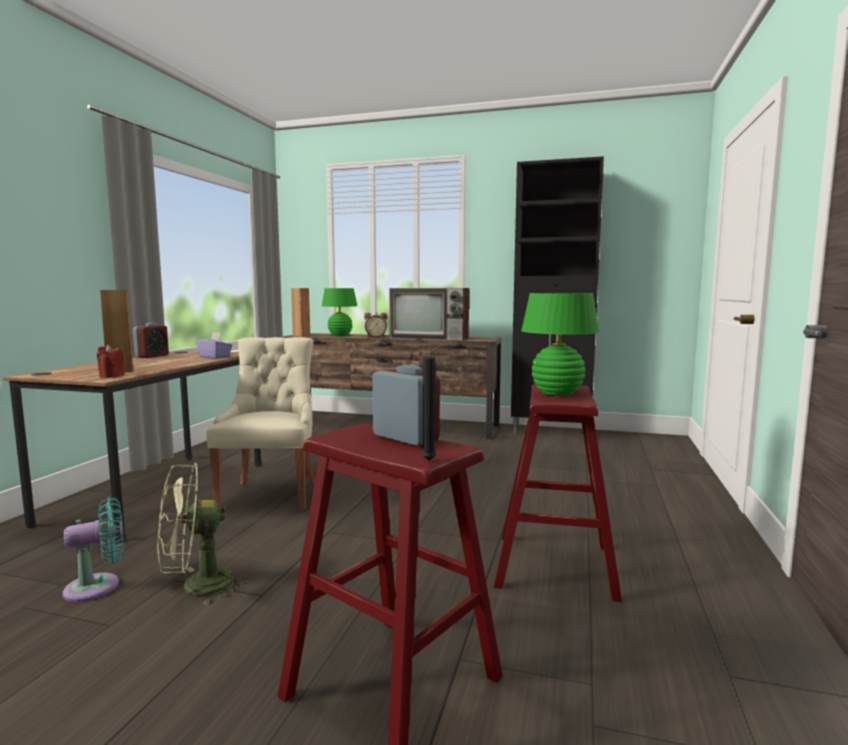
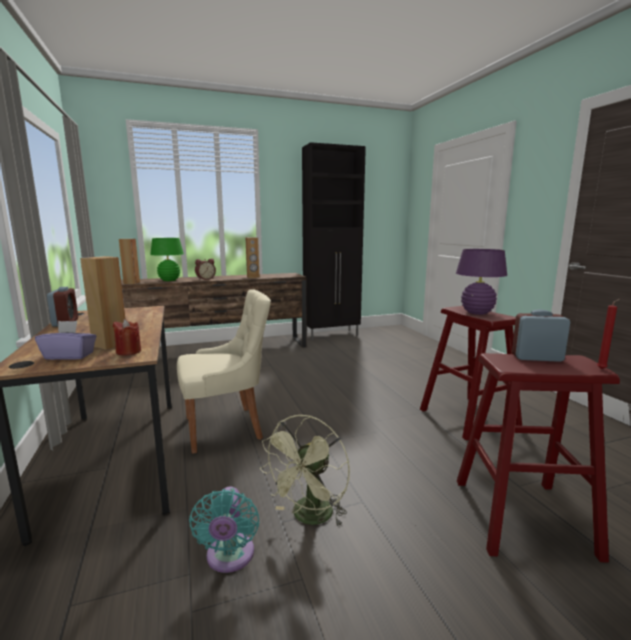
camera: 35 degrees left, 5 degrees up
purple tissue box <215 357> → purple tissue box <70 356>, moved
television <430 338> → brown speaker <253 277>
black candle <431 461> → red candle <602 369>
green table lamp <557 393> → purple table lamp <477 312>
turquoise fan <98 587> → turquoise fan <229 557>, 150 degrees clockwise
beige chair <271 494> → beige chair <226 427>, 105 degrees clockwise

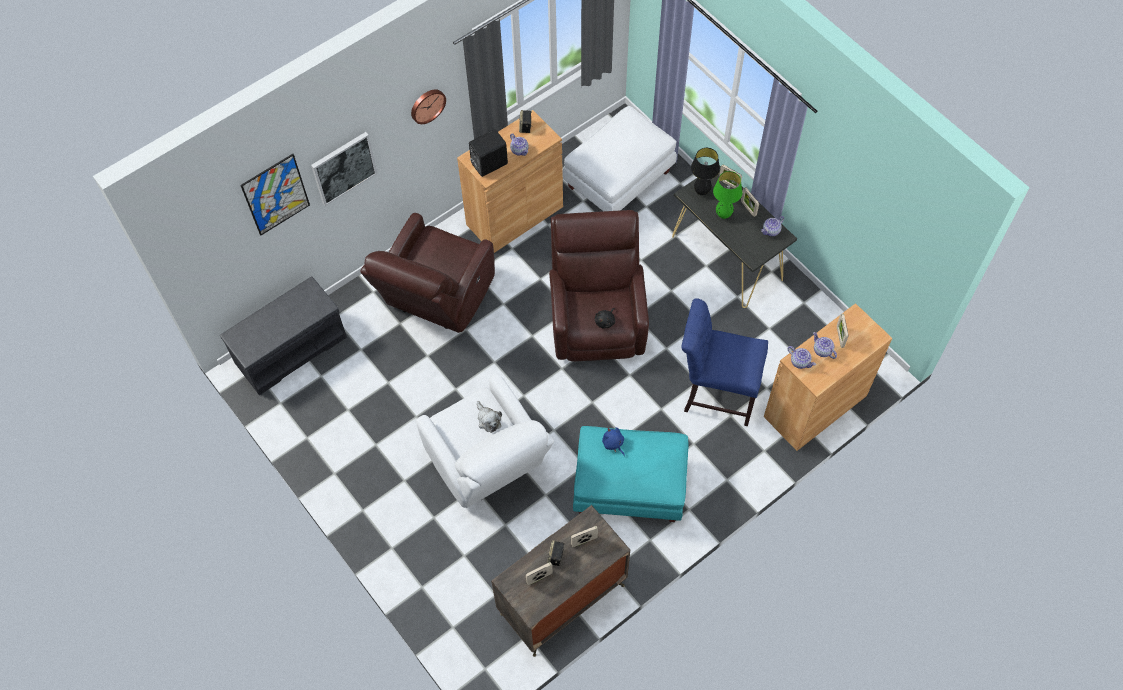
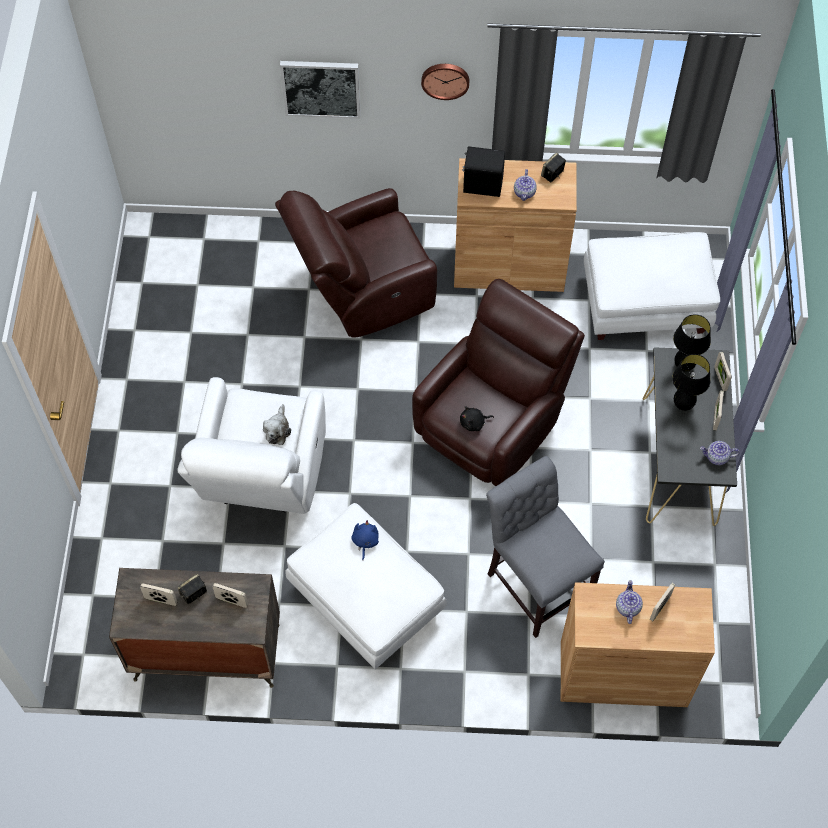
camera: 40 degrees right, 0 degrees up
grey bench <291 348> → -
picture <276 195> → -
teapot <800 361> → -
turquoise ottoman <628 487> → white ottoman <365 601>
blue chair <716 393> → grey chair <536 581>
green table lamp <723 215> → black table lamp <682 405>

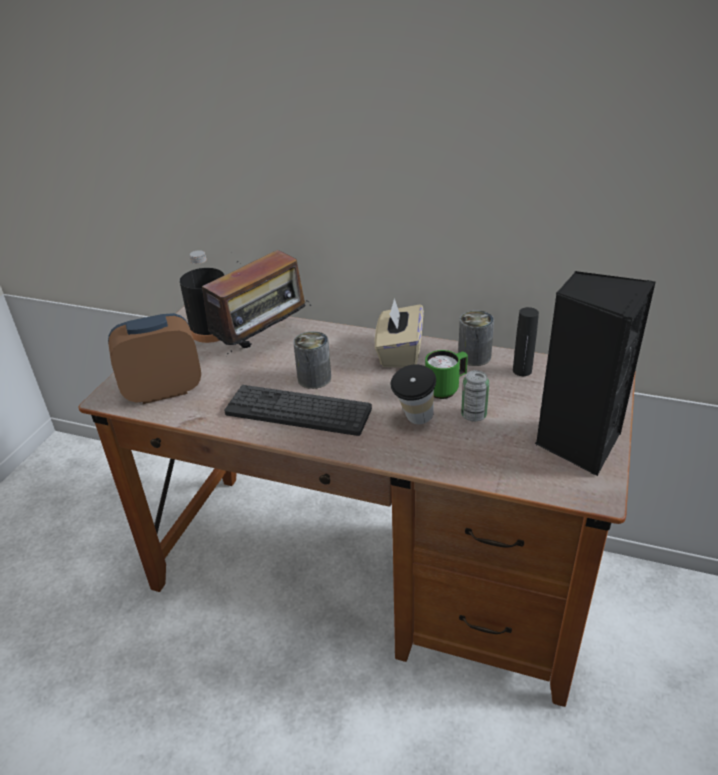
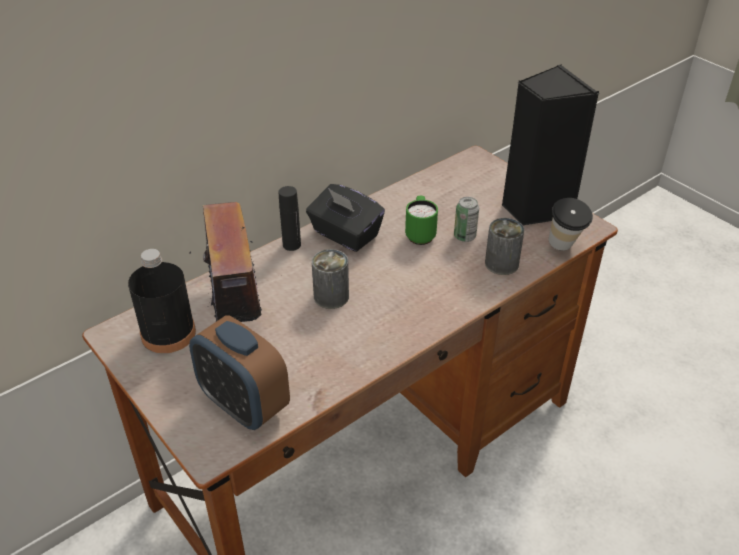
camera: 60 degrees left, 5 degrees up
keyboard <298 411> → -
cup <414 421> → cup <564 248>, moved
can <474 356> → can <501 263>, moved
black bottle <522 371> → black bottle <291 245>, moved
beige tissue box <399 353> → black tissue box <345 234>
alarm clock <163 391> → alarm clock <244 405>, 60 degrees counterclockwise

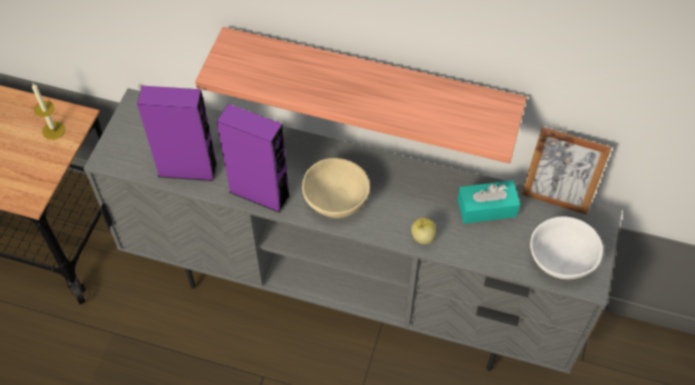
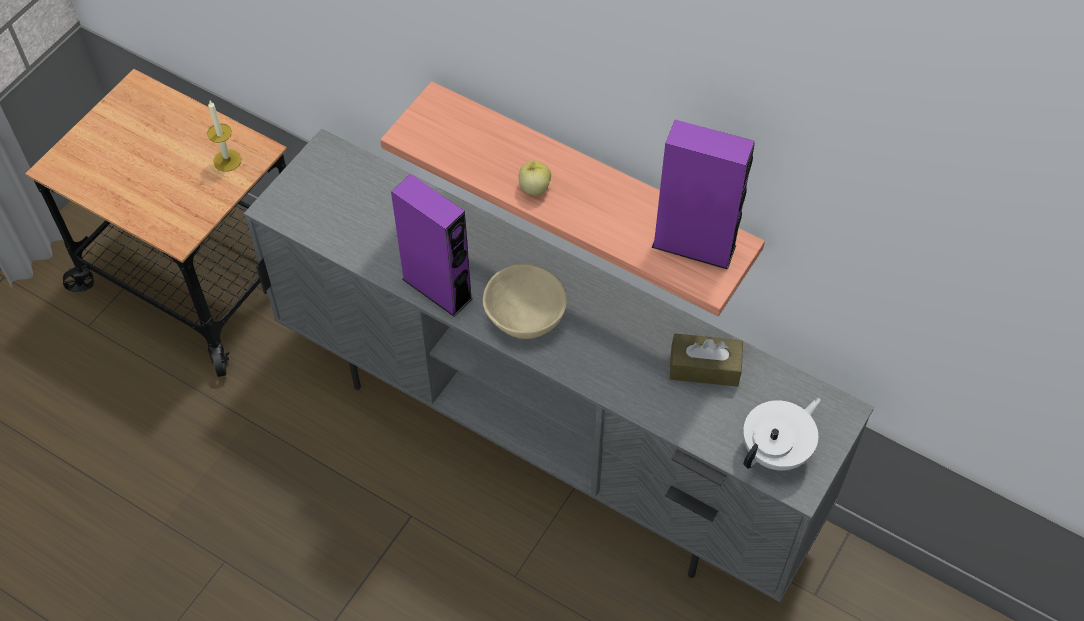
camera: 15 degrees right, 0 degrees up
picture frame <556 196> → -
purple speaker <187 169> → purple speaker <694 246>, moved
apple <422 237> → apple <534 187>, moved
white bowl <562 259> → white teapot <776 451>
turquoise tissue box <486 208> → brown tissue box <704 367>

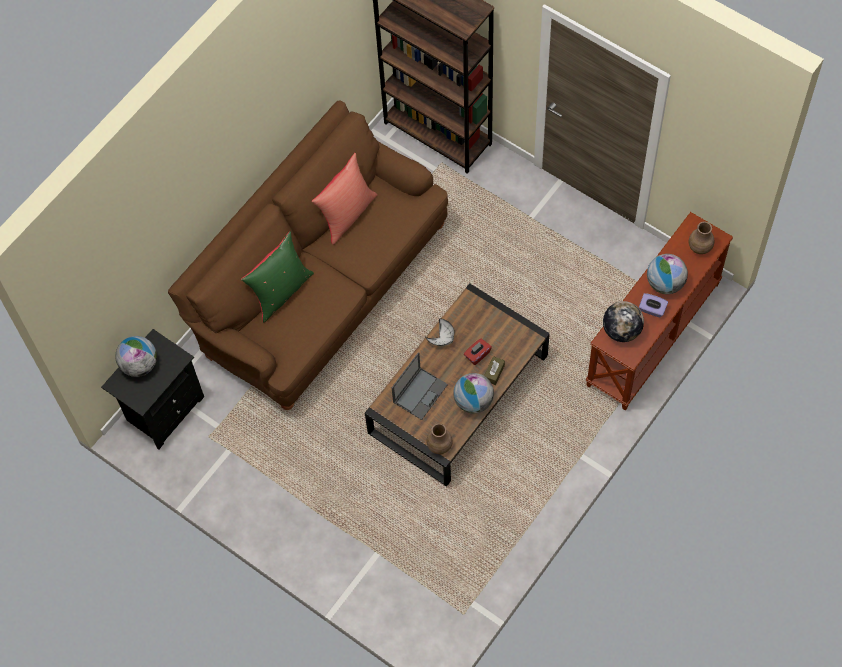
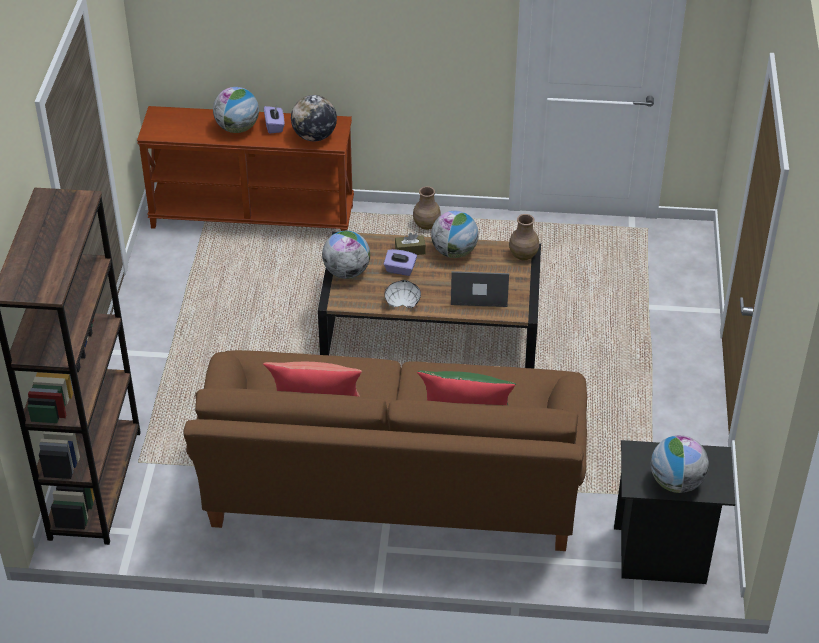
camera: 125 degrees left, 20 degrees down
- → globe <346 272>
brown vase <700 248> → brown vase <427 225>, moved
red tissue box <477 355> → purple tissue box <400 270>

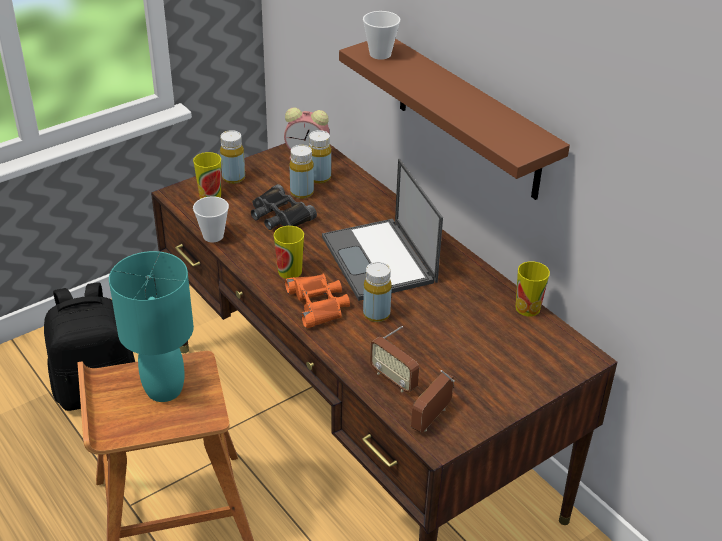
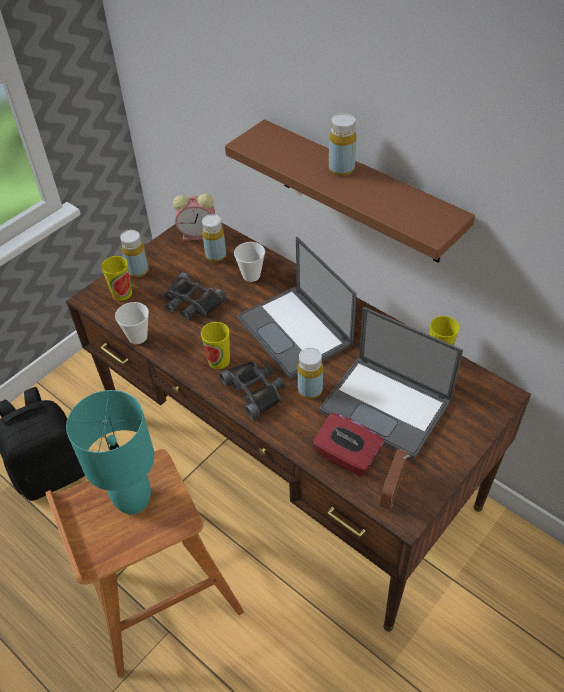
camera: 10 degrees left, 10 degrees up
- → laptop <387 406>
yellow bottle <302 193> → yellow bottle <341 169>, moved
cup <380 54> → cup <251 275>, moved
radio <393 379> → red tissue box <346 456>
orange binoculars <318 304> → black binoculars <255 390>

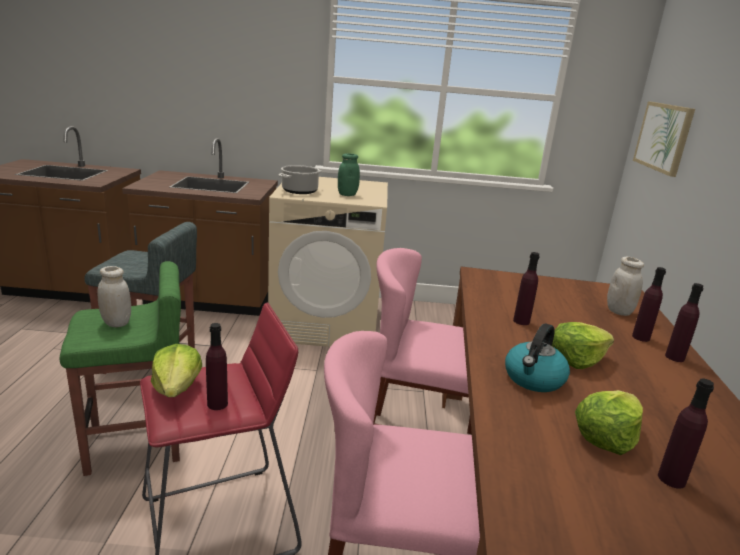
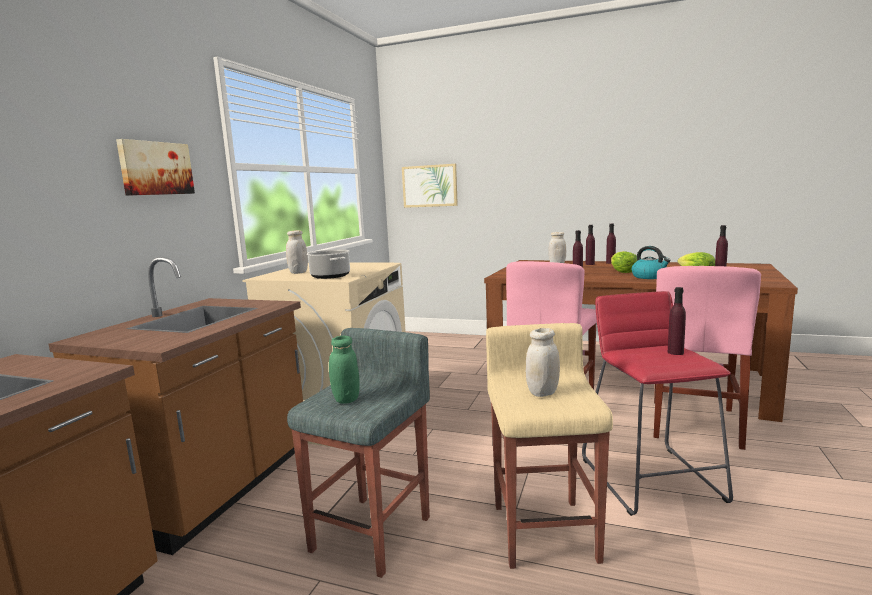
camera: 70 degrees left, 10 degrees down
lettuce <177 388> → -
- → picture <155 168>
- → white jar <298 272>
green jar <347 194> → green jar <346 399>, moved
green stool <136 443> → beige stool <544 530>

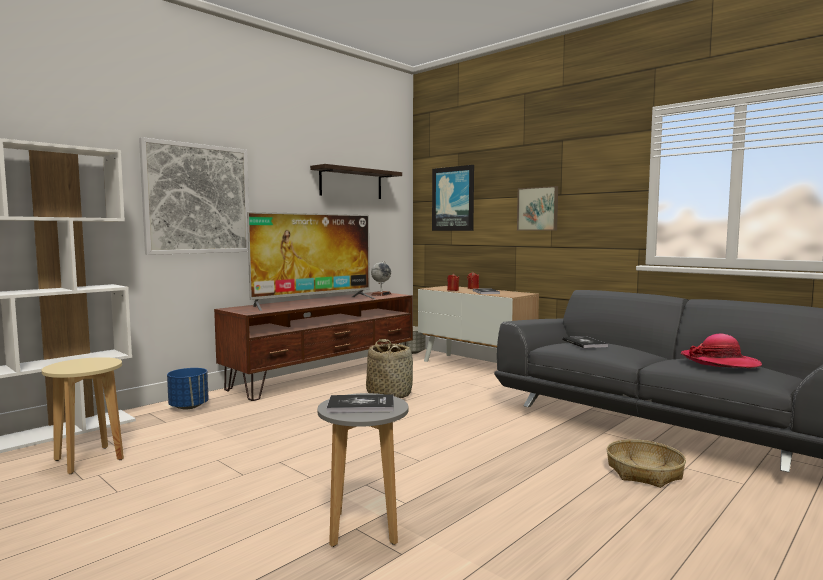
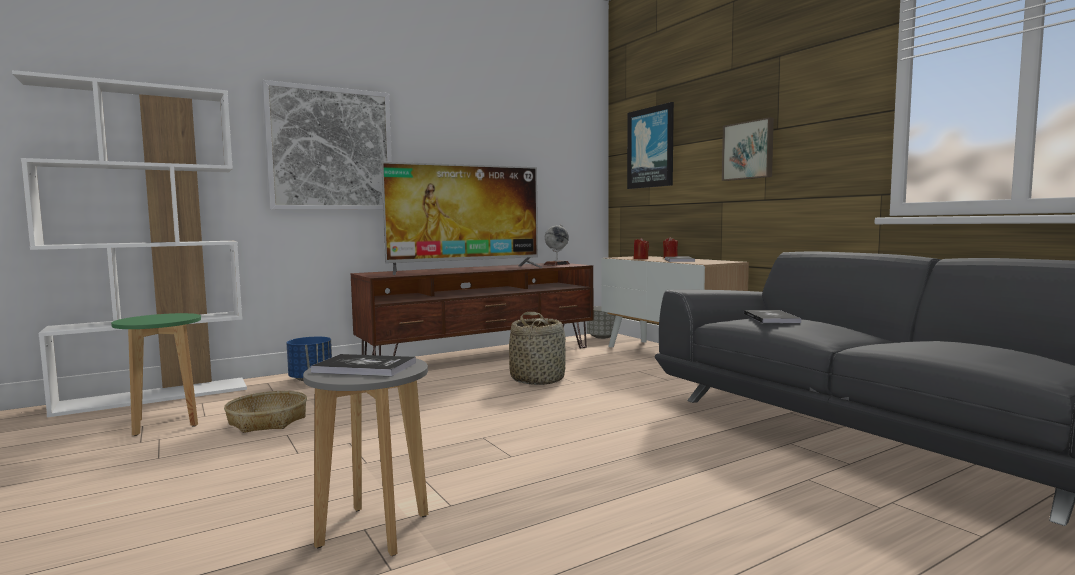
camera: 15 degrees right, 0 degrees up
shelf <351 183> → -
hat <720 362> → -
basket <644 472> → basket <267 421>, moved
beige stool <89 460> → green stool <166 423>

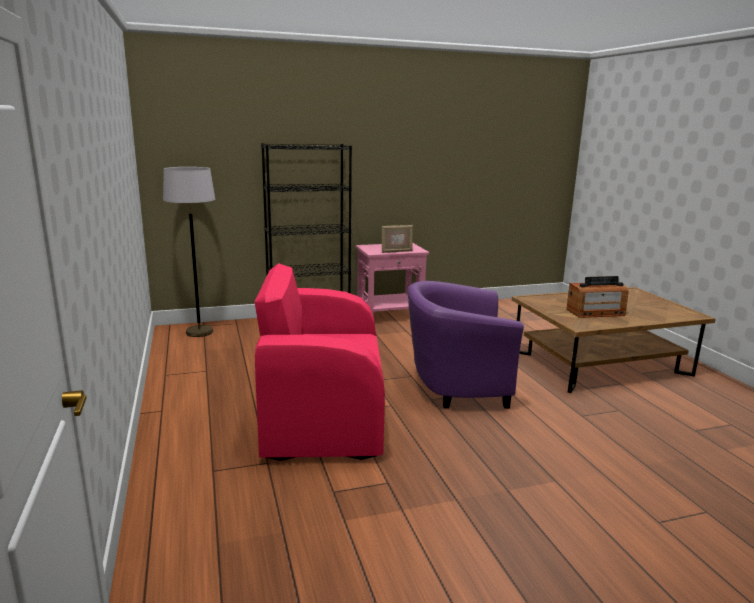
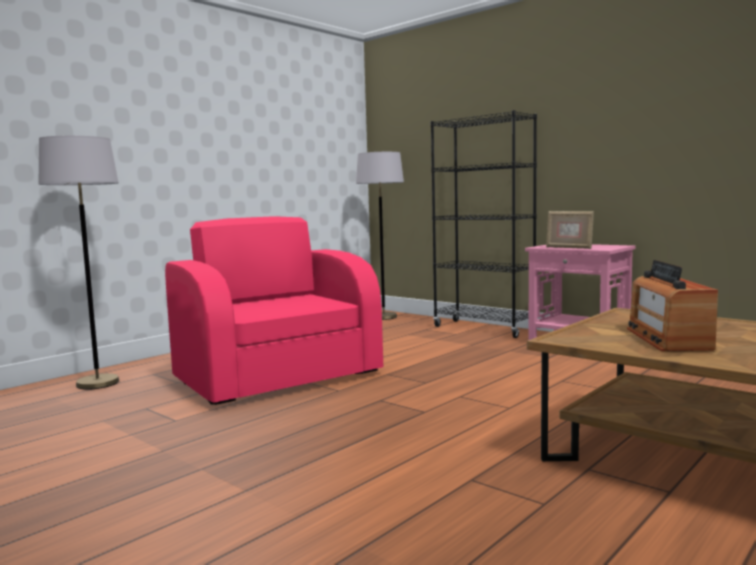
camera: 60 degrees right, 10 degrees down
purple armchair <455 387> → -
- → grey floor lamp <97 383>
radio <595 312> → radio <667 338>, 45 degrees clockwise

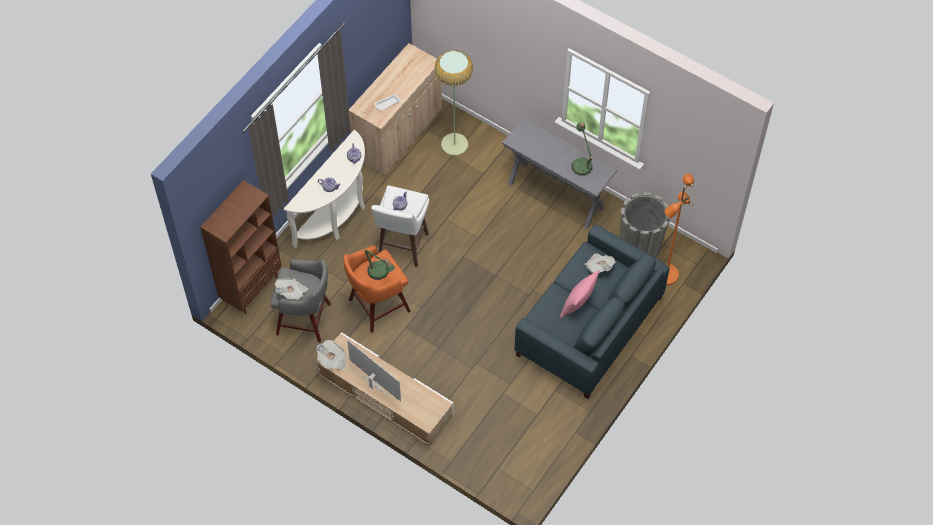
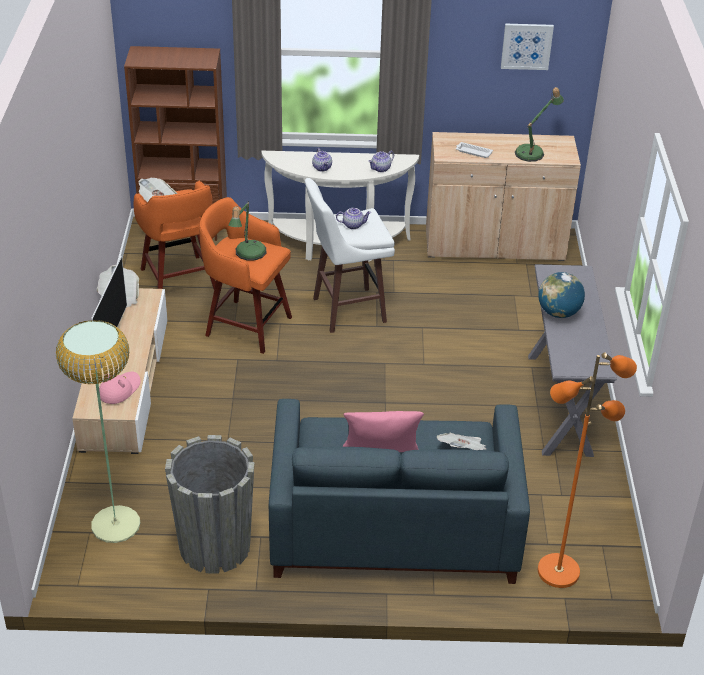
camera: 55 degrees right, 20 degrees down
- → pink hat <119 390>
- → picture <526 46>
- → globe <558 313>
floor lamp <454 144> → floor lamp <116 525>, moved
table lamp <581 163> → table lamp <533 152>, moved
grey planter <639 247> → grey planter <215 546>, moved
grey stool <305 319> → orange stool <179 281>

